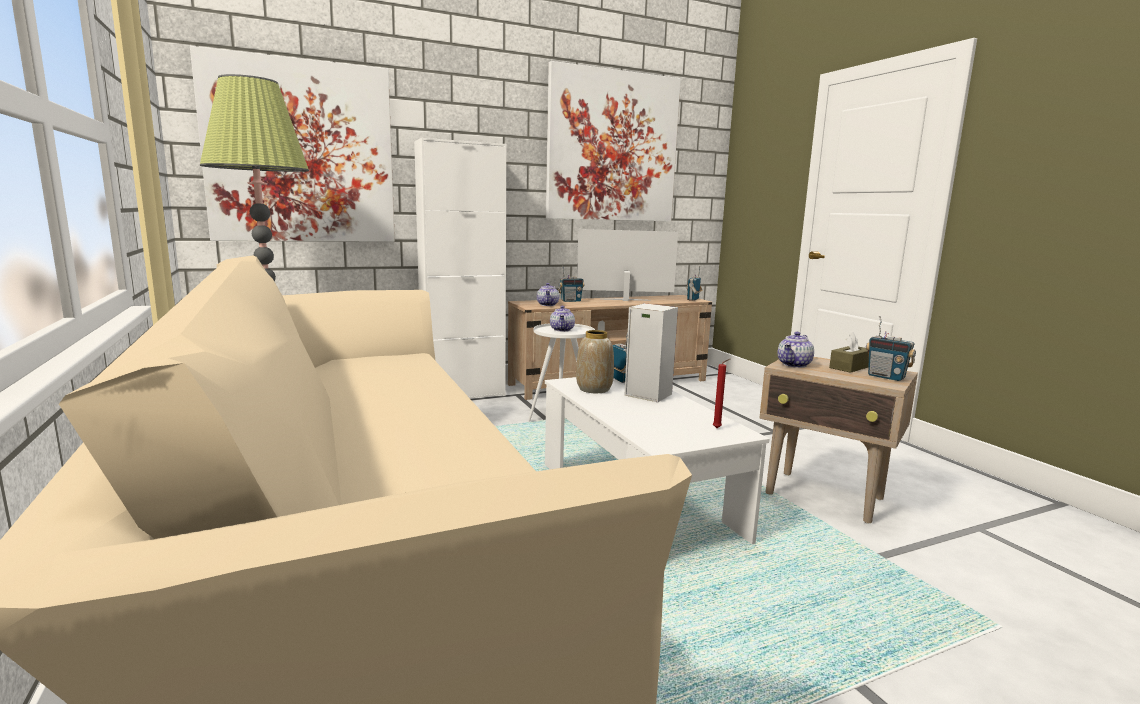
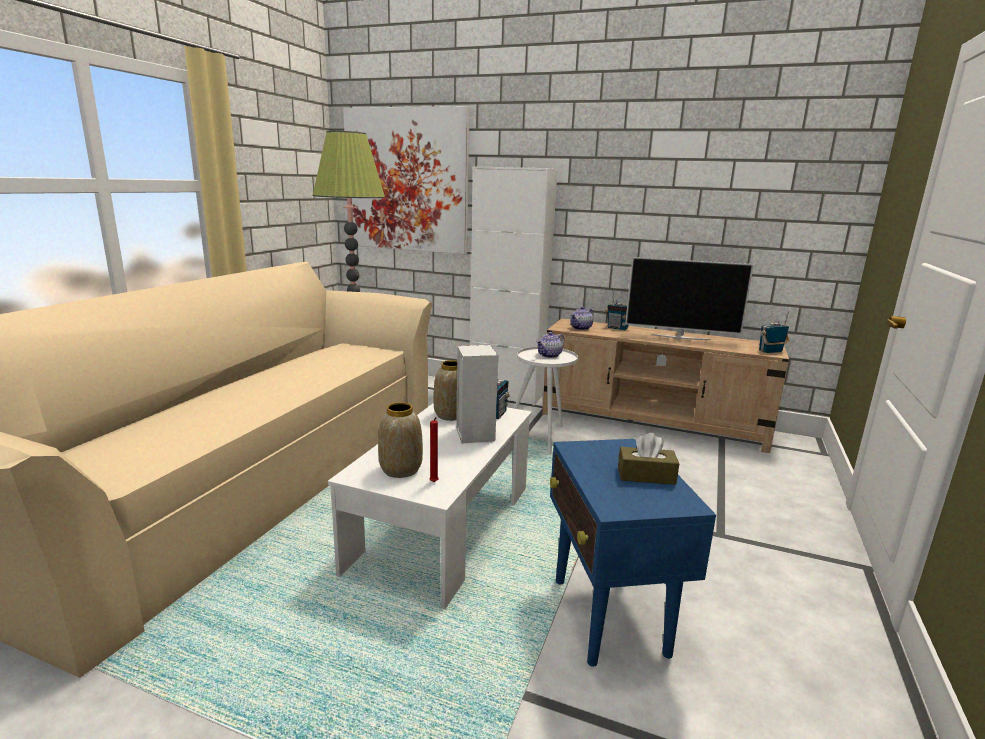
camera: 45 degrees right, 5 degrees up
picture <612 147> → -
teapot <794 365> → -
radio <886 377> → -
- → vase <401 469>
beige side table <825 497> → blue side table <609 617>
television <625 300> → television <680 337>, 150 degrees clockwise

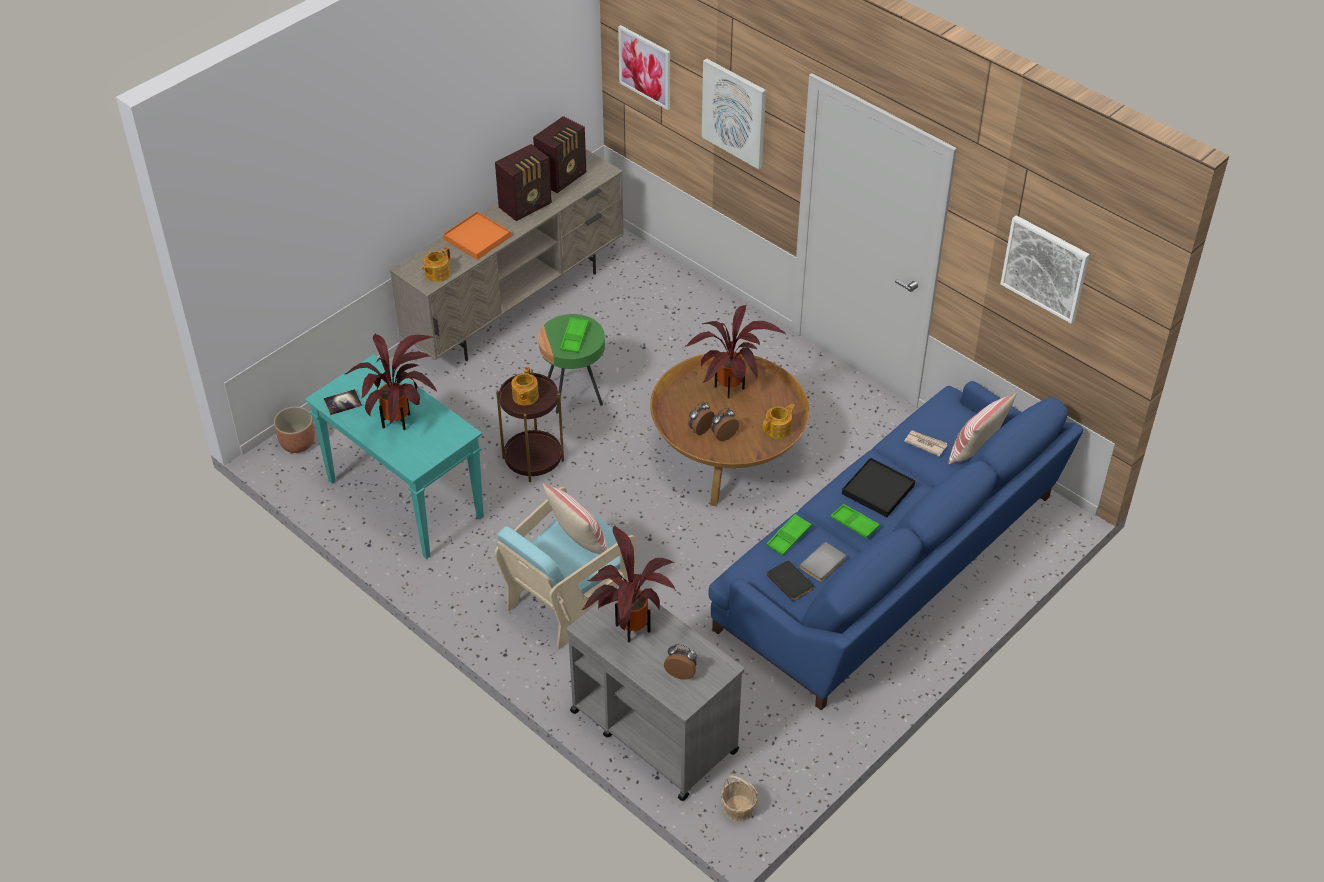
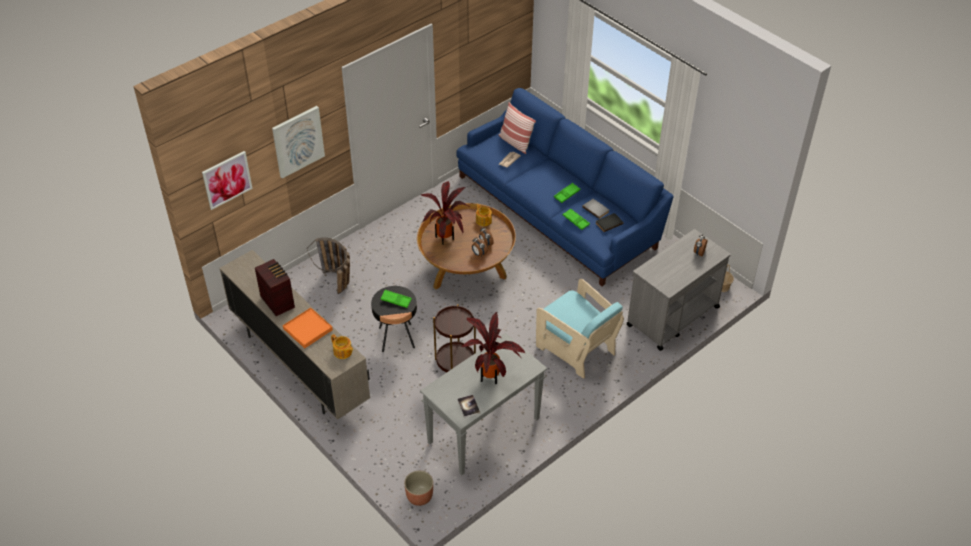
camera: 85 degrees left, 0 degrees up
teapot <525 396> → -
radio <562 177> → -
pillow <579 541> → -
potted plant <628 628> → -
black tray <878 489> → -
picture <1045 268> → -
- → basket <338 286>
turquoise console table <403 499> → grey console table <483 431>
green side table <574 393> → black side table <396 338>

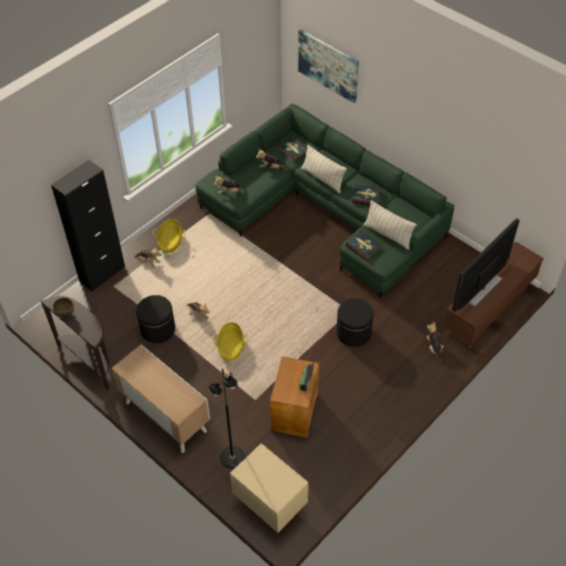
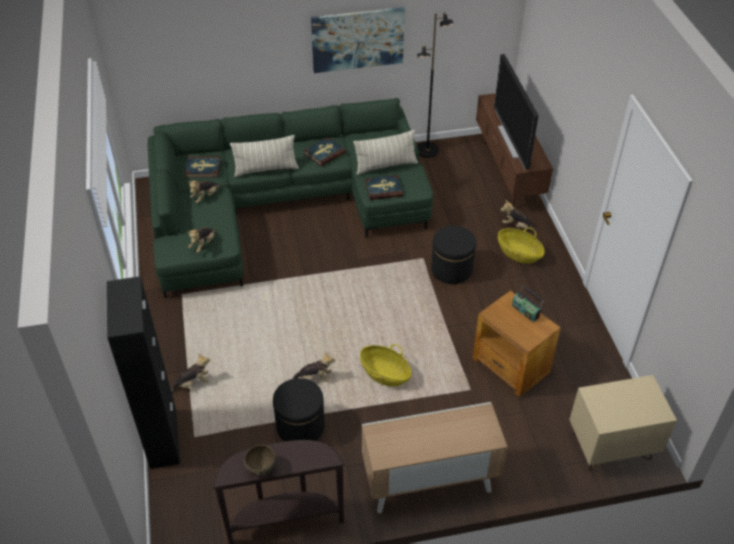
camera: 55 degrees left, 5 degrees down
basket <170 242> → basket <519 254>, moved
black floor lamp <232 458> → black floor lamp <427 151>, moved
picture <328 65> → picture <357 39>, moved

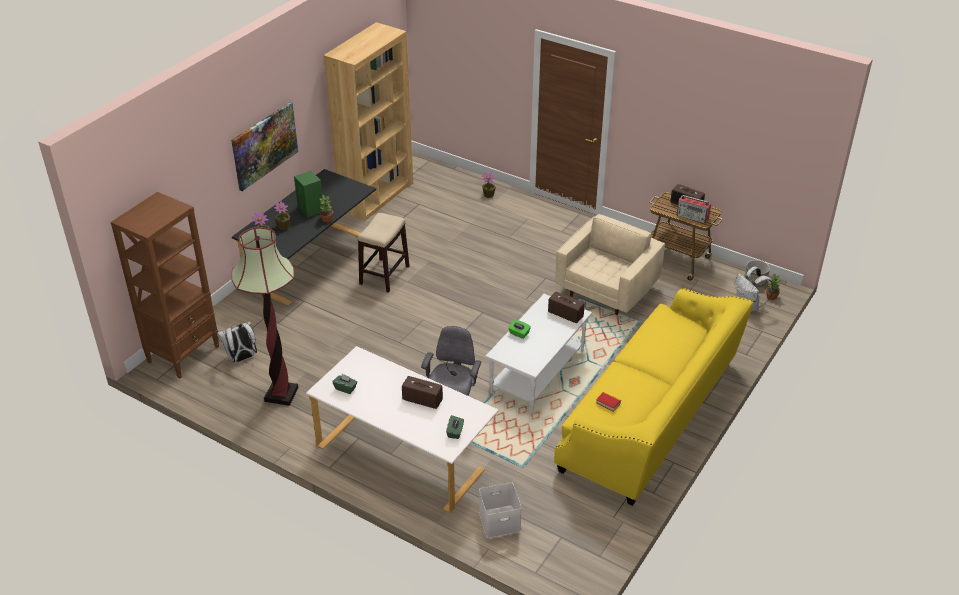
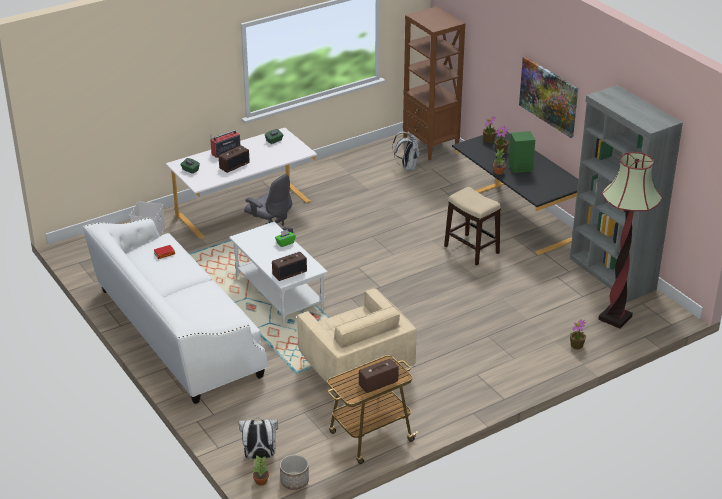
camera: 115 degrees right, 5 degrees down
floor lamp <281 394> → floor lamp <615 318>, moved
radio <693 217> → radio <225 151>, moved
brown bookcase <376 196> → grey bookcase <612 274>
yellow sofa <651 416> → white sofa <176 333>

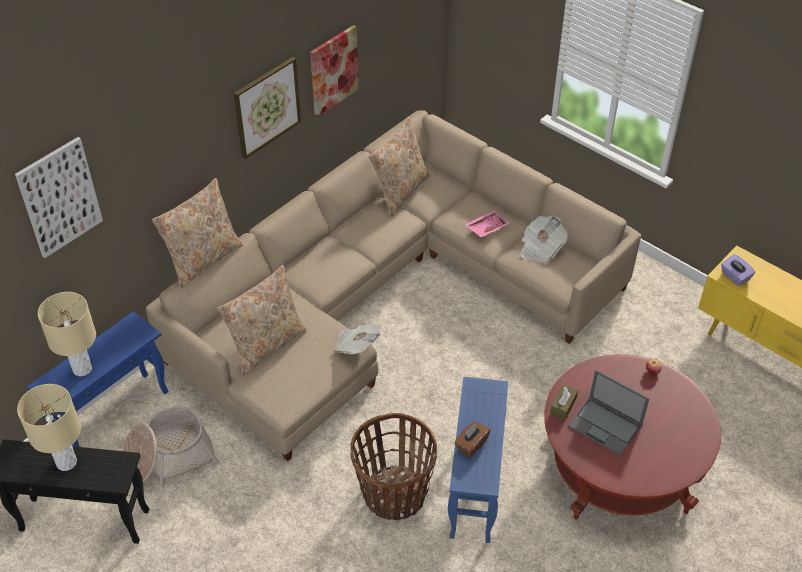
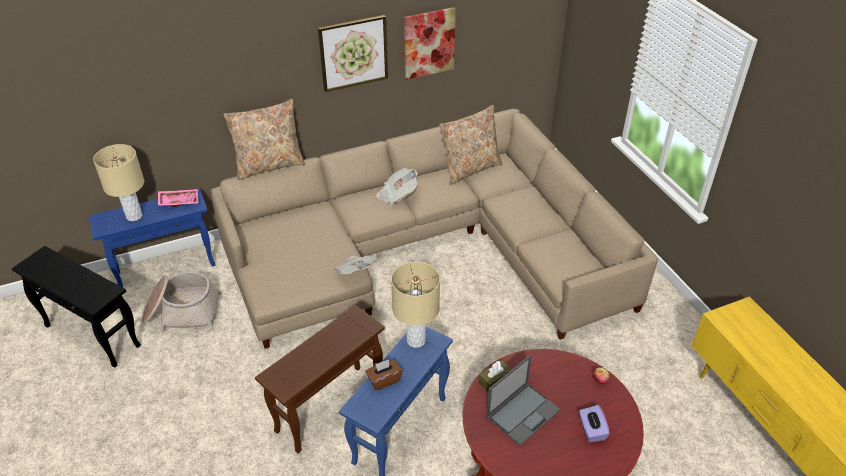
camera: 25 degrees right, 5 degrees down
picture <59 197> → -
beige pillow <266 345> → -
beige table lamp <67 462> → beige table lamp <416 341>, moved
pink tray <486 227> → pink tray <179 201>, moved
newspaper <540 248> → newspaper <397 195>, moved
purple tissue box <734 277> → purple tissue box <591 430>, moved
basket <394 495> → brown side table <329 408>
laptop <605 426> → laptop <523 413>, 105 degrees counterclockwise

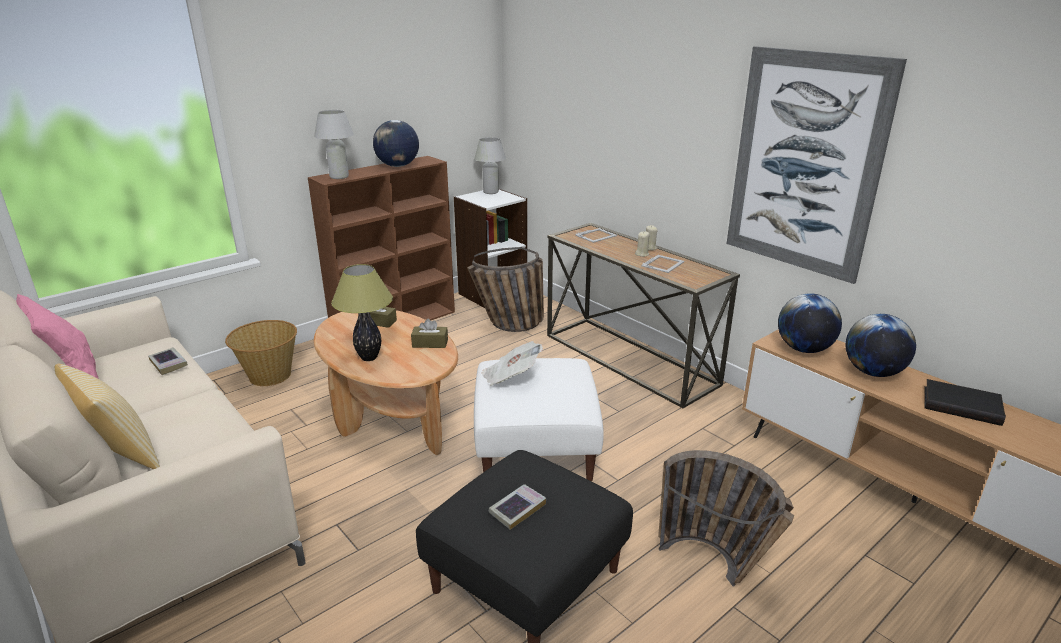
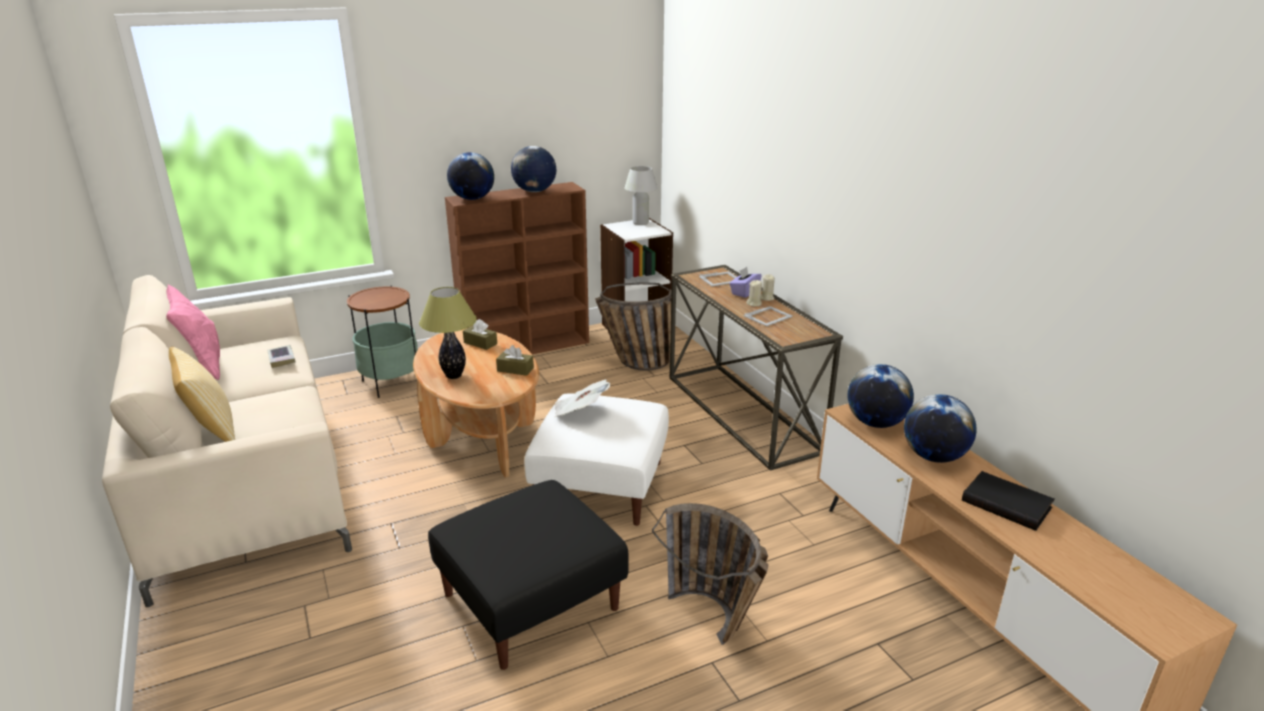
camera: 15 degrees right, 0 degrees up
book <517 509> → -
picture <805 164> → -
- → purple tissue box <744 292>
basket <269 376> → side table <391 383>
white table lamp <339 177> → globe <472 199>

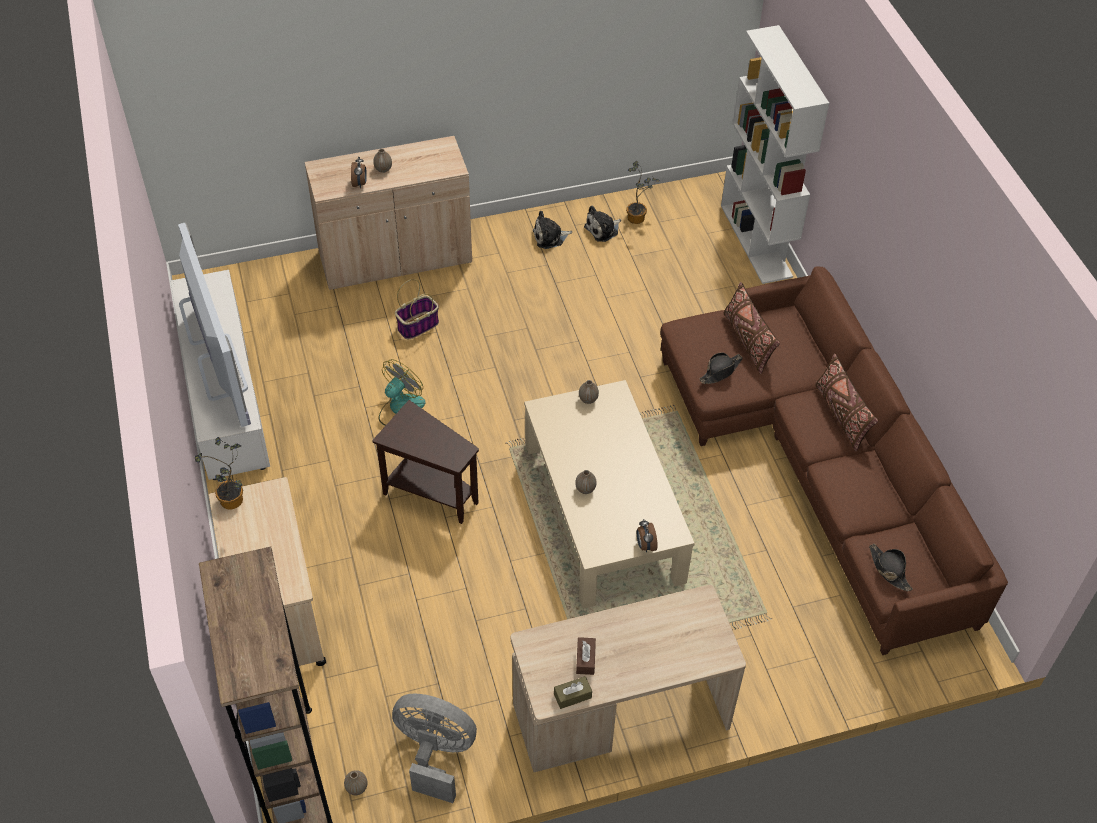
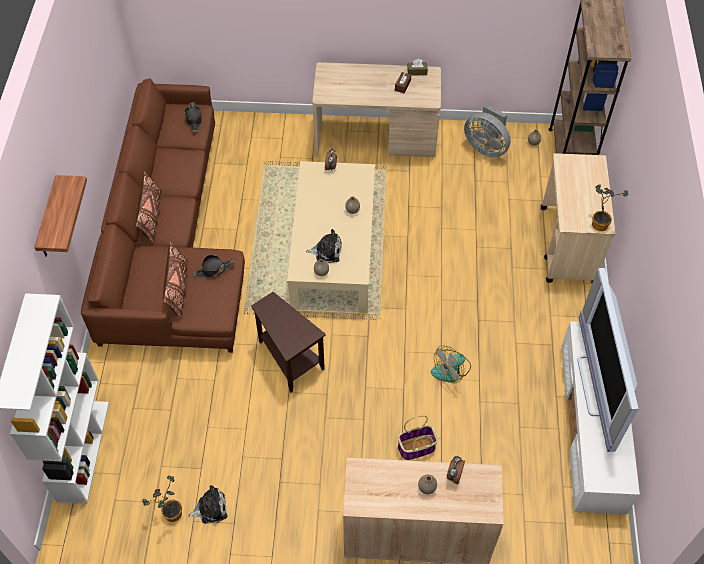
camera: 160 degrees left, 5 degrees up
- → shelf <49 220>
brown side table <430 492> → brown side table <290 361>, moved
plush toy <550 237> → plush toy <326 251>, moved

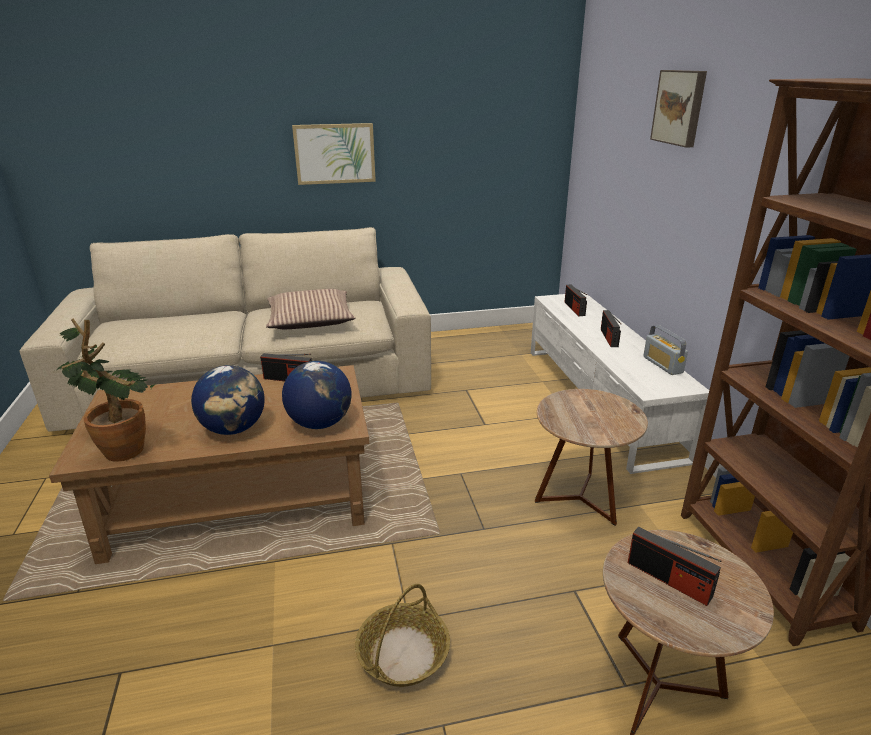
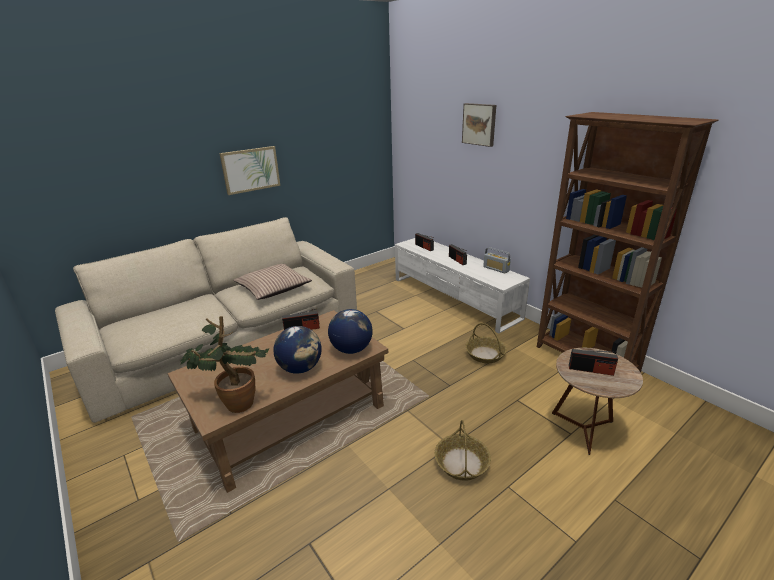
camera: 25 degrees left, 0 degrees up
brown side table <580 500> → basket <485 354>

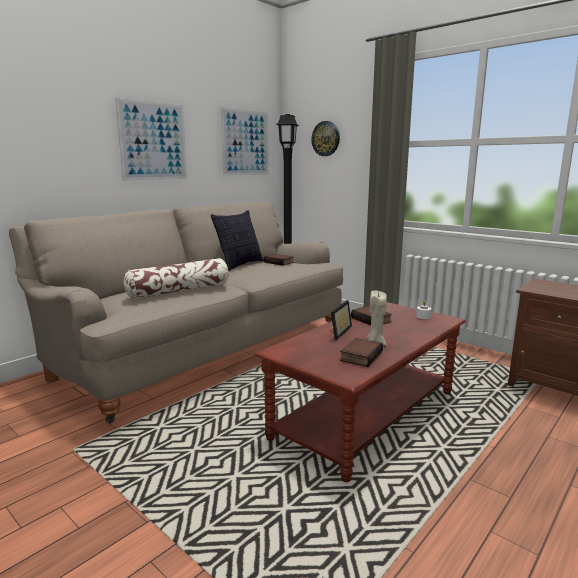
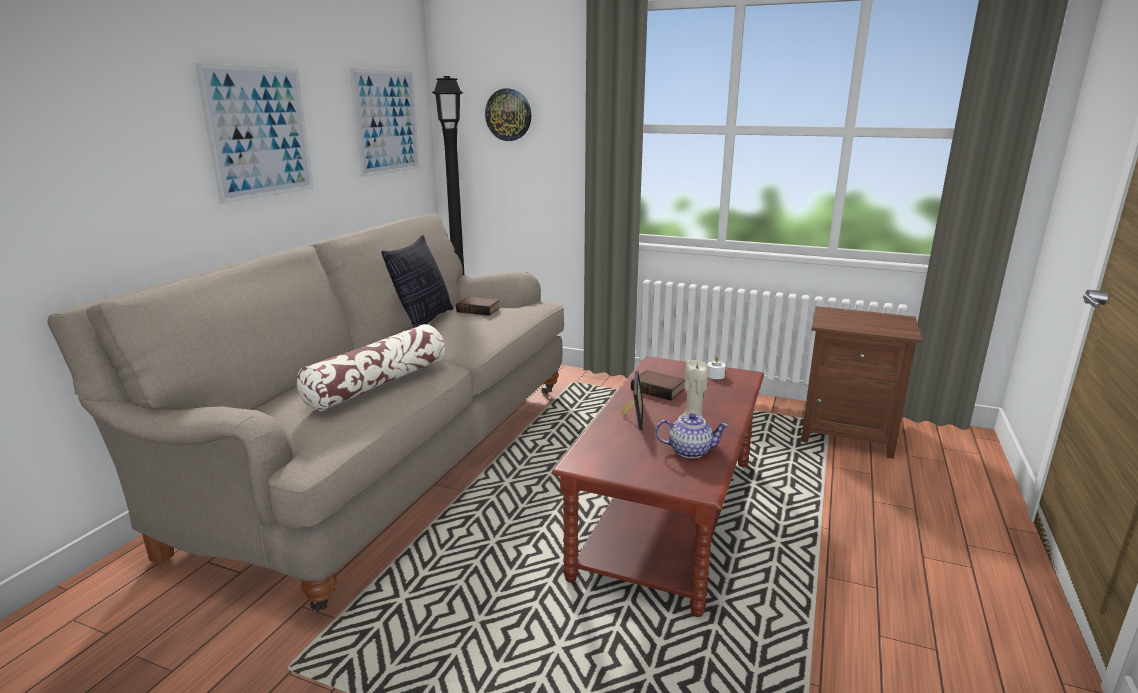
camera: 20 degrees left, 5 degrees up
book <360 356> → teapot <689 451>

